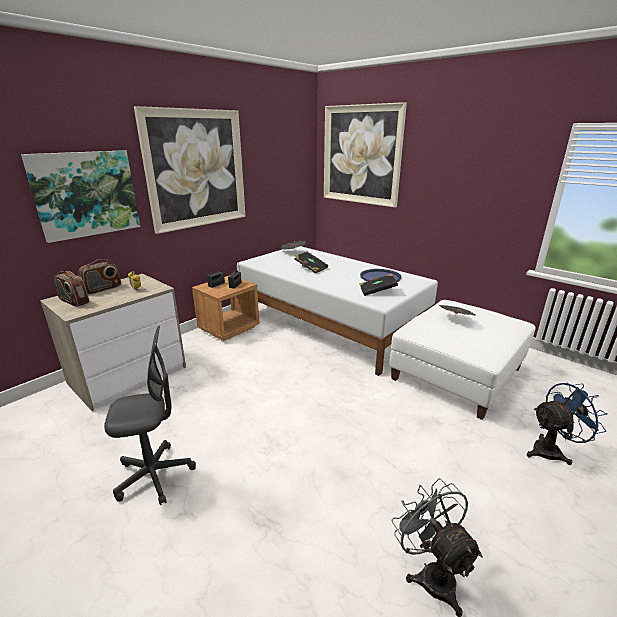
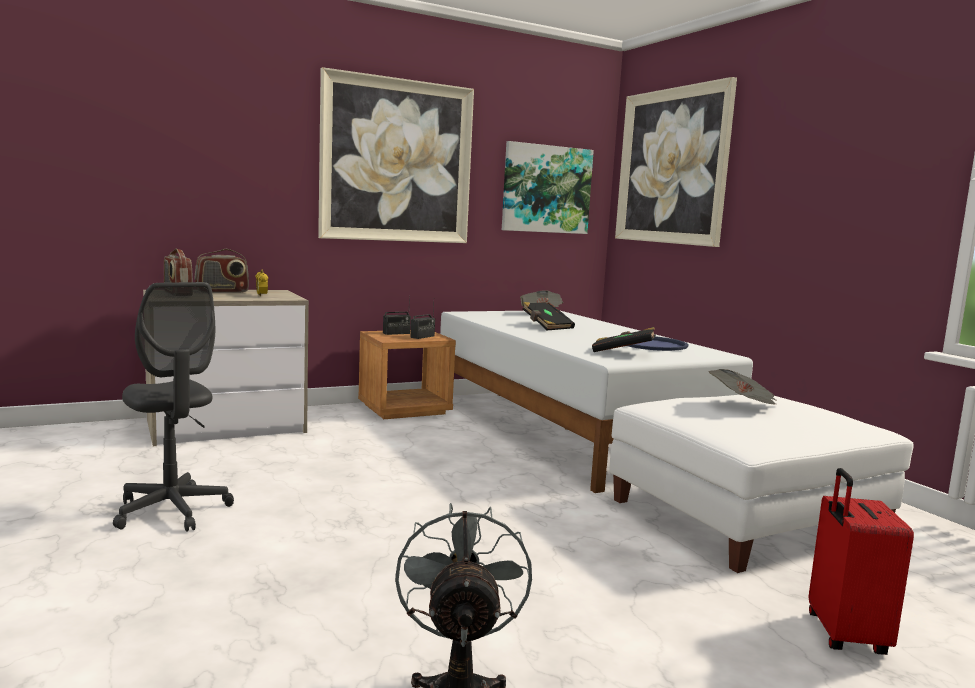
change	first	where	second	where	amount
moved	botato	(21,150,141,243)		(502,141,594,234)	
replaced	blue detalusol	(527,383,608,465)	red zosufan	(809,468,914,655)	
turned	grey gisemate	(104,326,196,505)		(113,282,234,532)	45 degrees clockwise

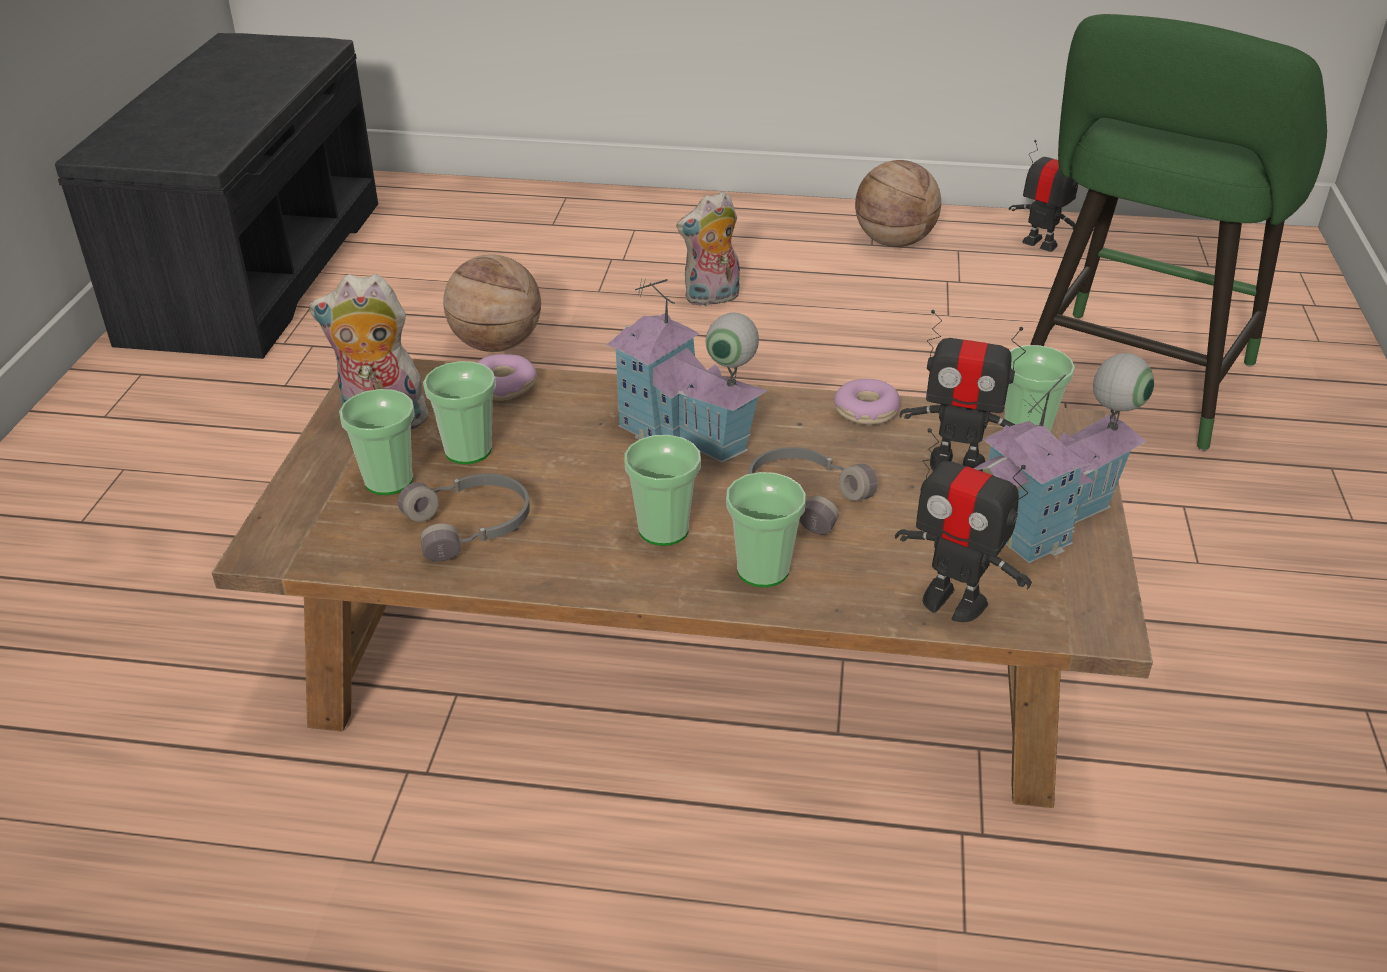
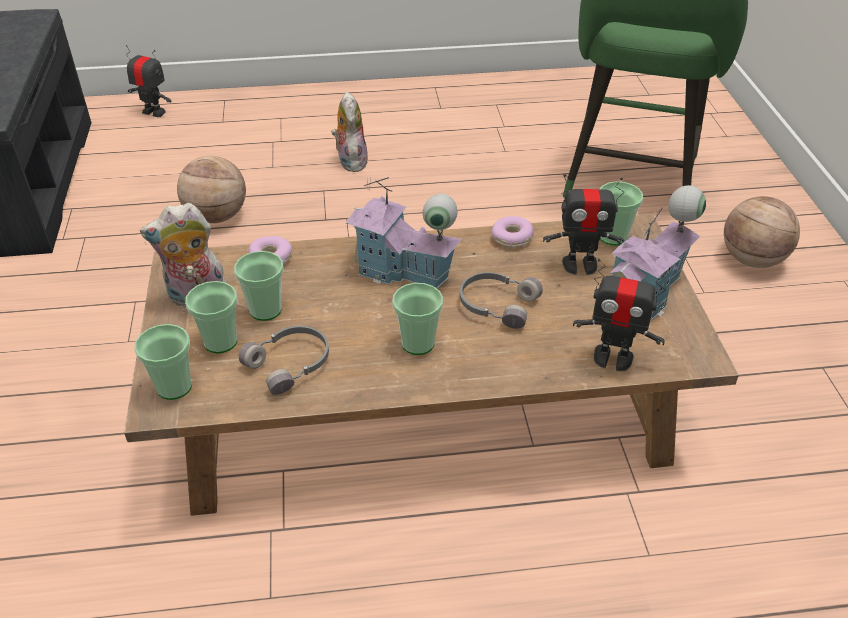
change	first	where	second	where	amount
moved	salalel	(726,472,806,587)		(134,324,192,400)	
moved	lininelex	(855,160,941,247)		(724,196,800,268)	
moved	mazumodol	(1009,140,1078,252)		(126,45,172,117)	
turned	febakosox	(676,191,740,306)		(332,91,368,172)	120 degrees clockwise

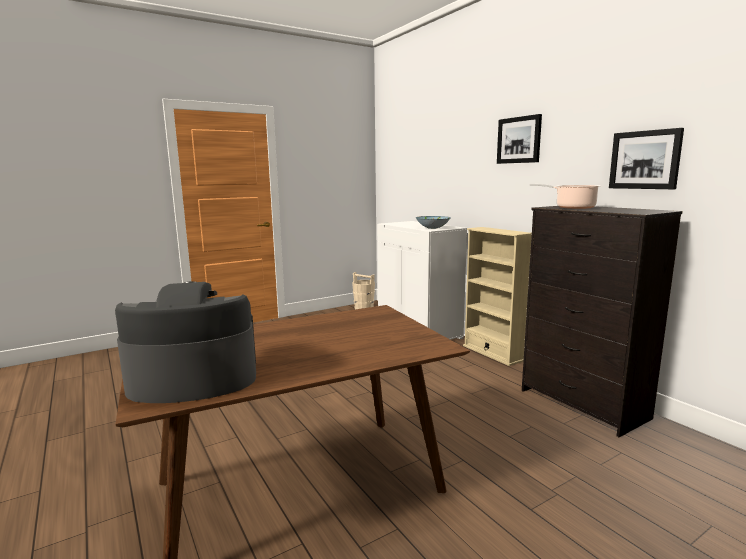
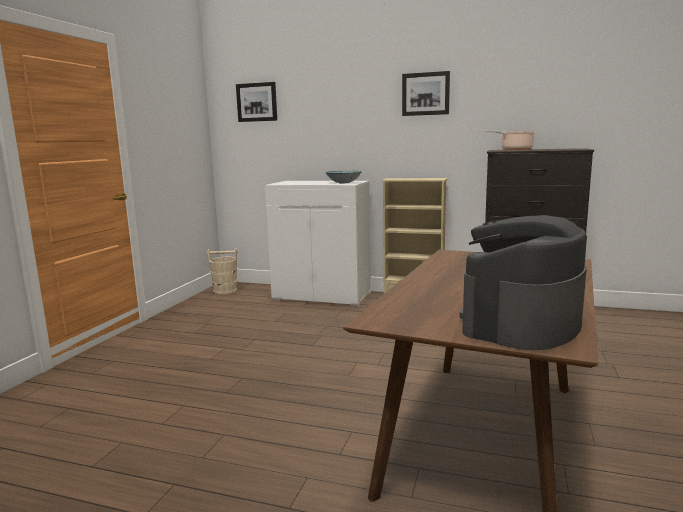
change	first	where	second	where	amount
moved	botato	(609,128,684,189)		(236,82,277,122)	

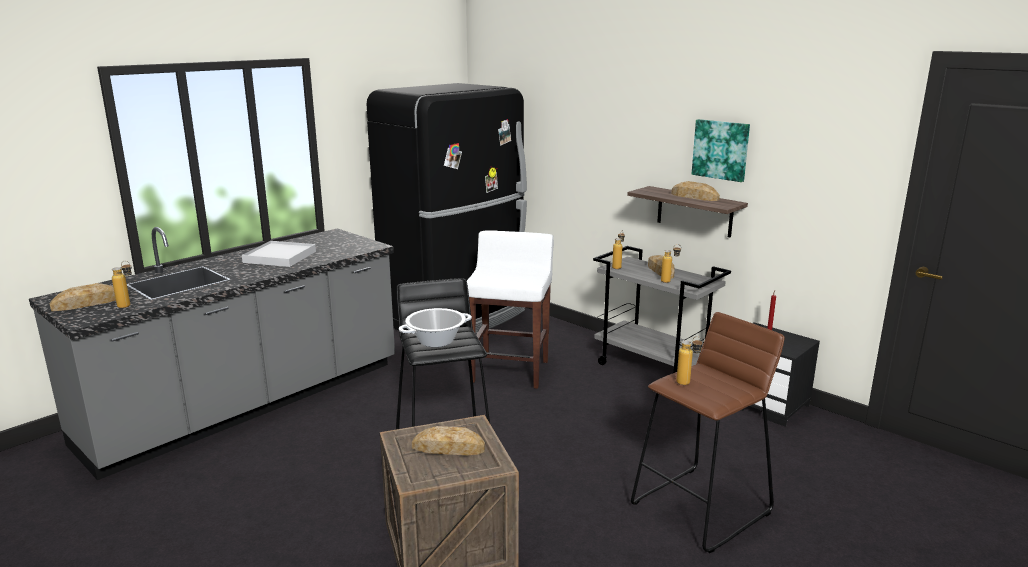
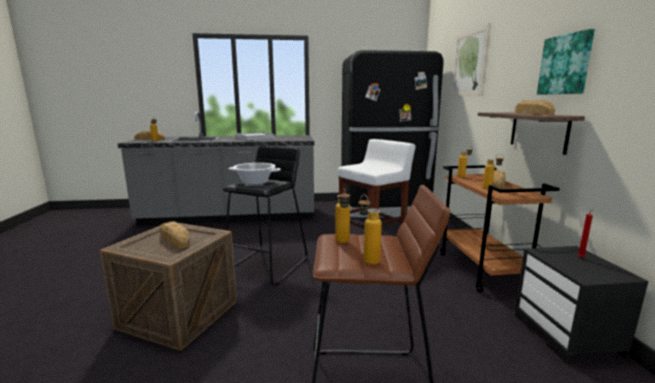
change	first	where	second	where	amount
added			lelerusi	(358,195,382,265)	
added			botato	(452,24,491,96)	
recoloured	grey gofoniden	(593,246,731,373)	brown gofoniden	(440,165,560,292)	

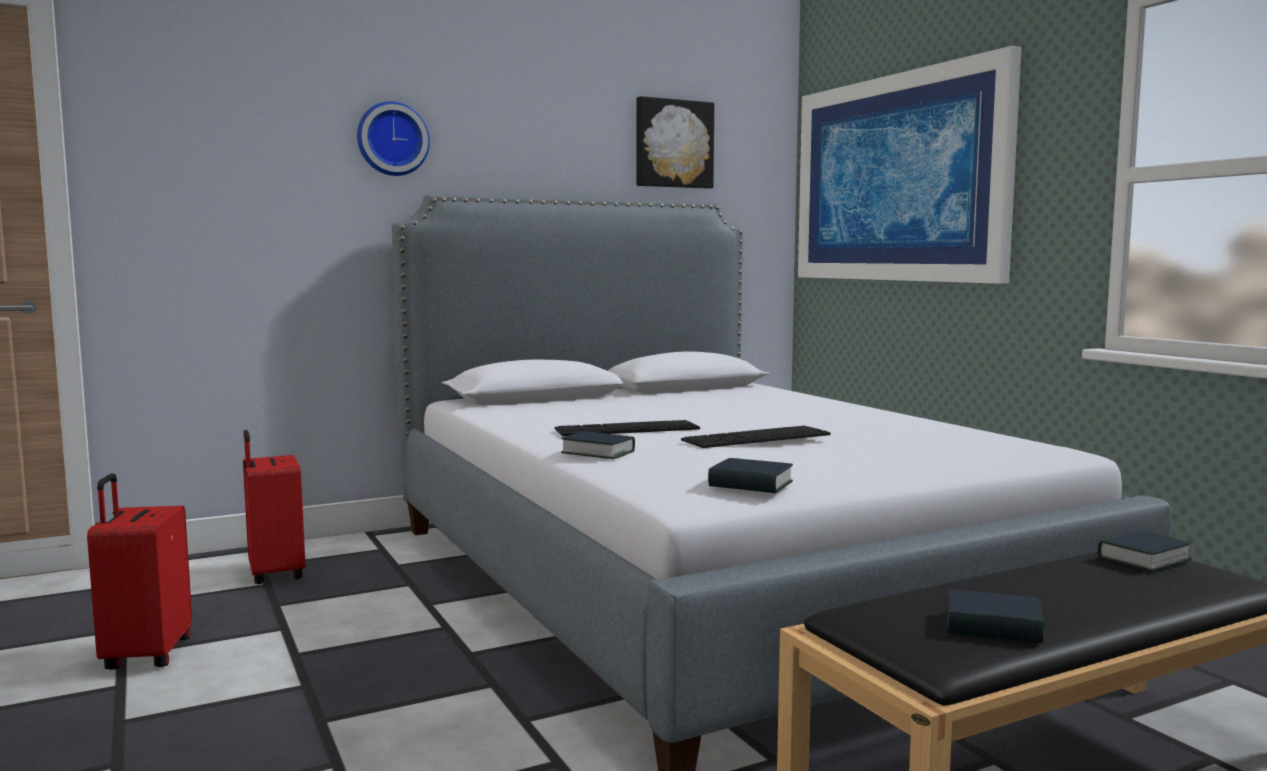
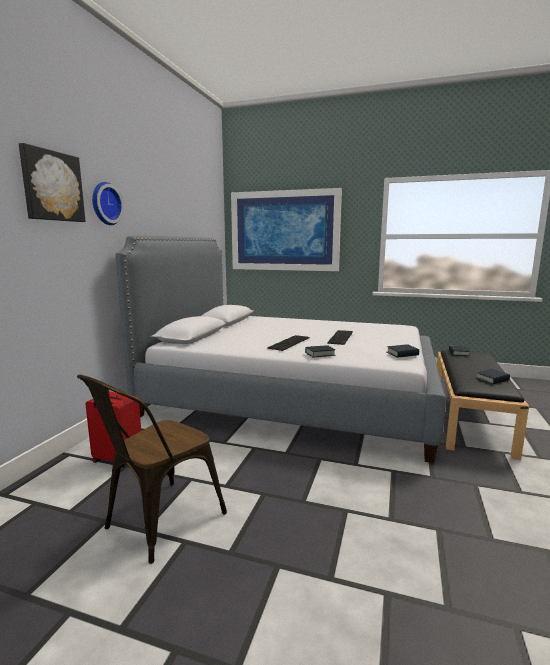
change	first	where	second	where	amount
moved	botato	(636,96,714,189)		(19,143,86,222)	
replaced	red zosufan	(87,473,192,670)	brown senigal	(77,374,227,564)	

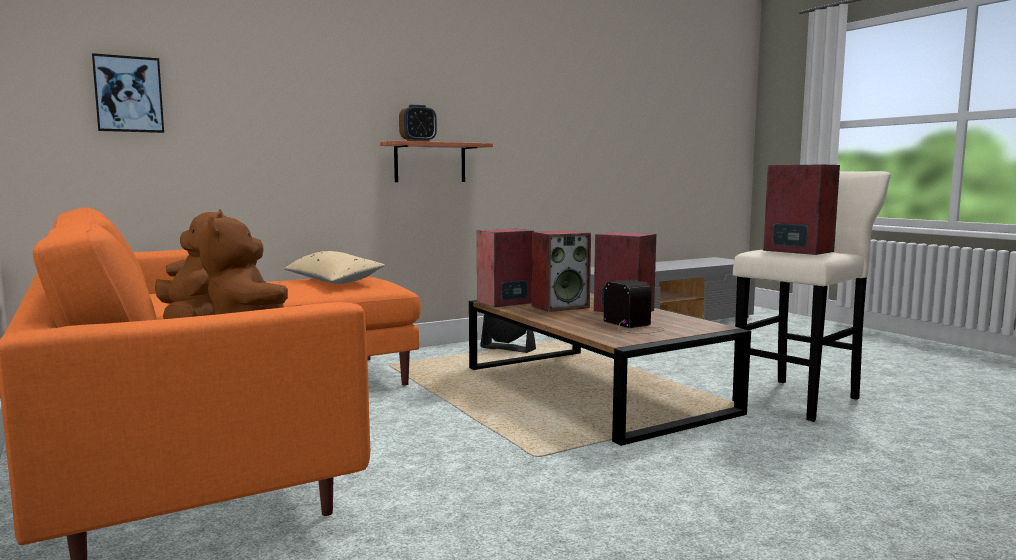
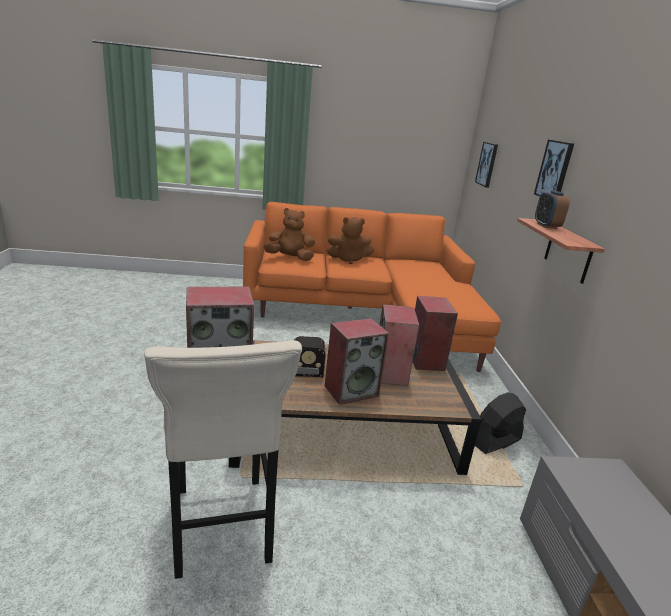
change	first	where	second	where	amount
removed	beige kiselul	(284,251,385,284)			
added			botato	(534,139,574,197)	

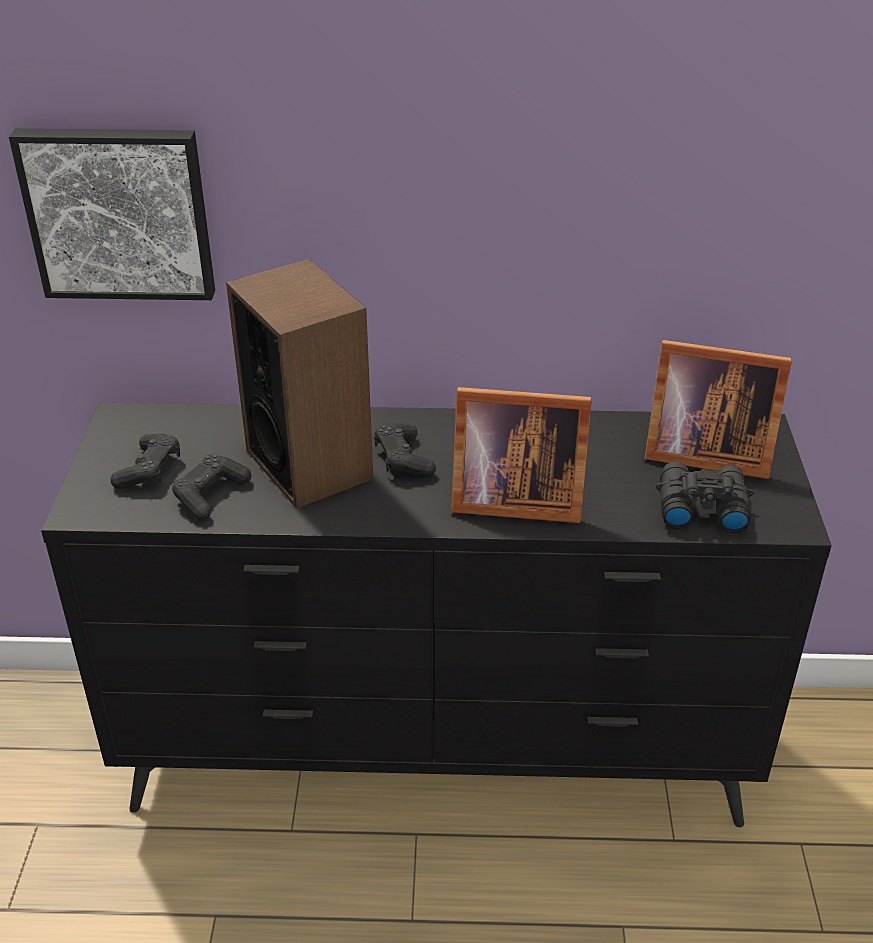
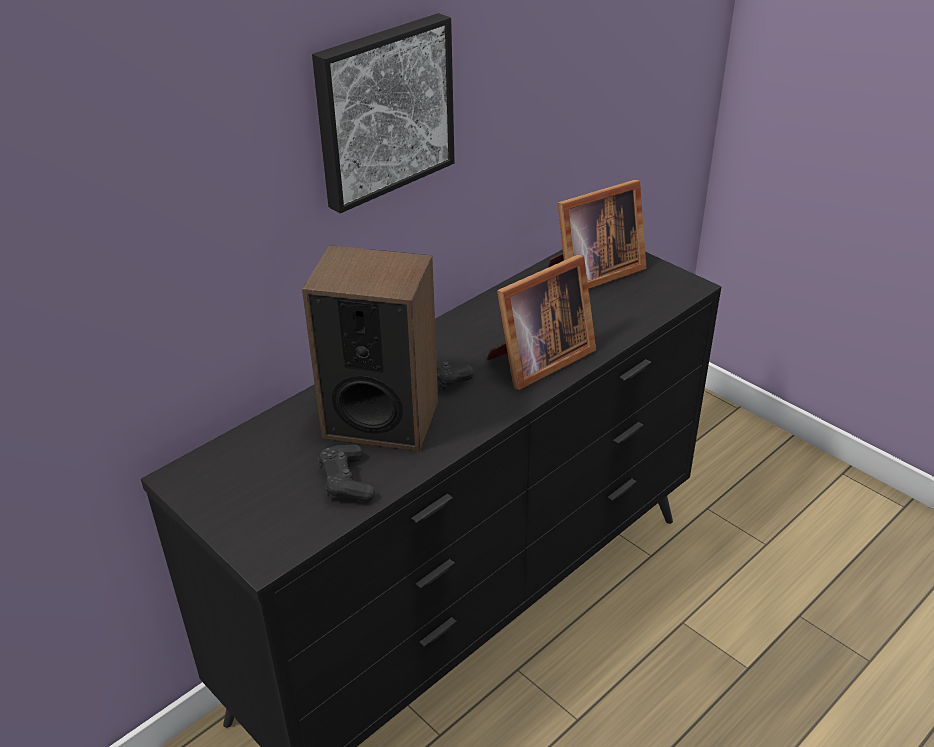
change	first	where	second	where	amount
removed	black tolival	(110,434,180,489)			
removed	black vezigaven	(656,462,754,533)			
moved	botato	(9,128,215,300)		(312,13,455,213)	

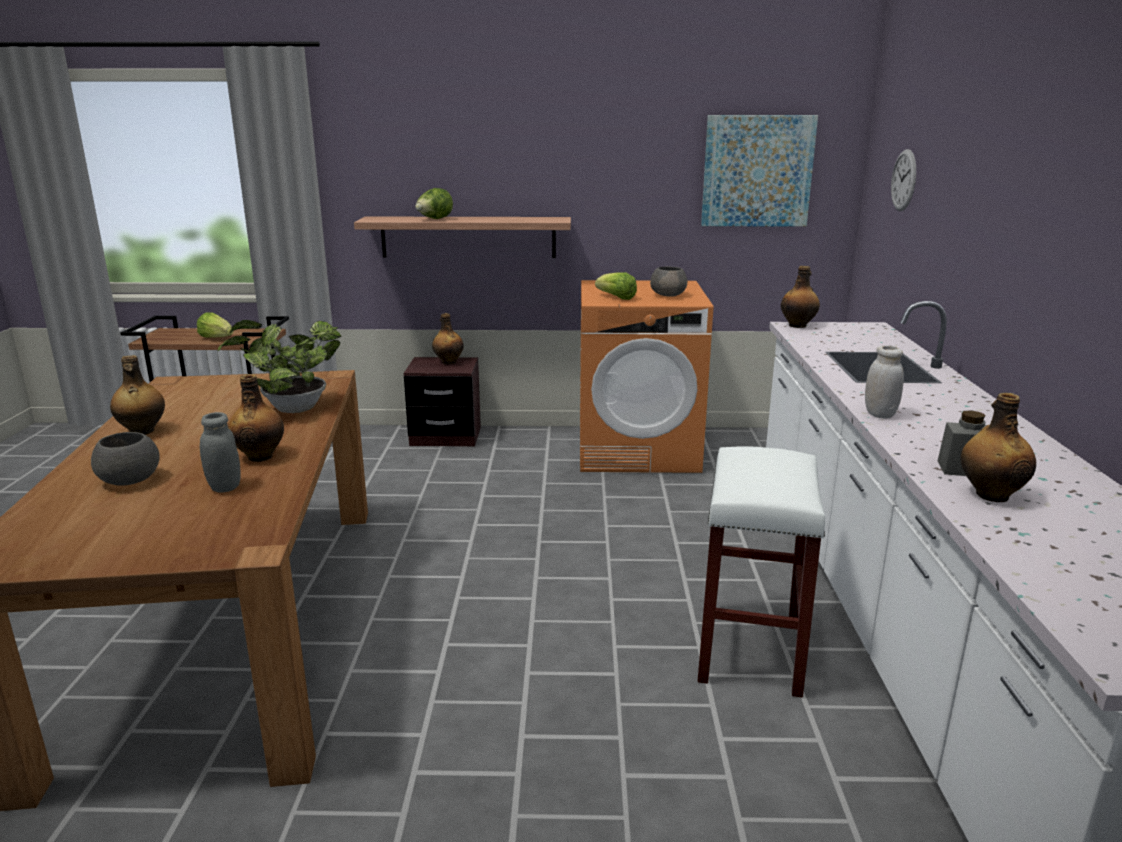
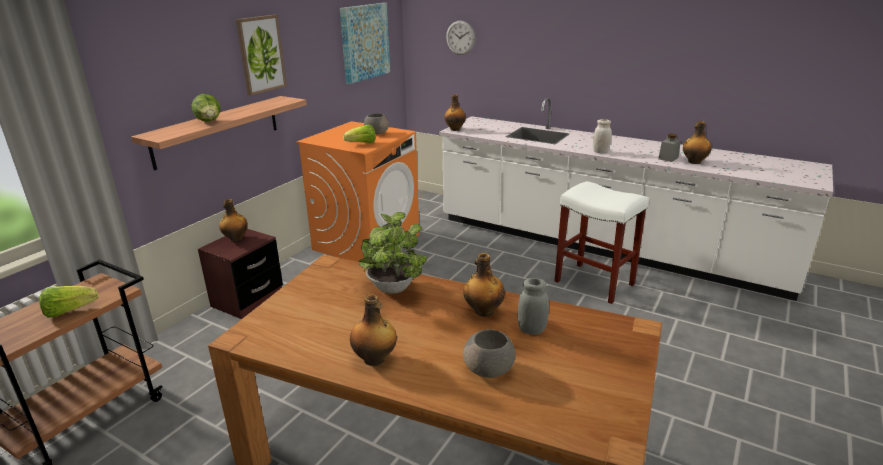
change	first	where	second	where	amount
added			botato	(236,15,287,96)	

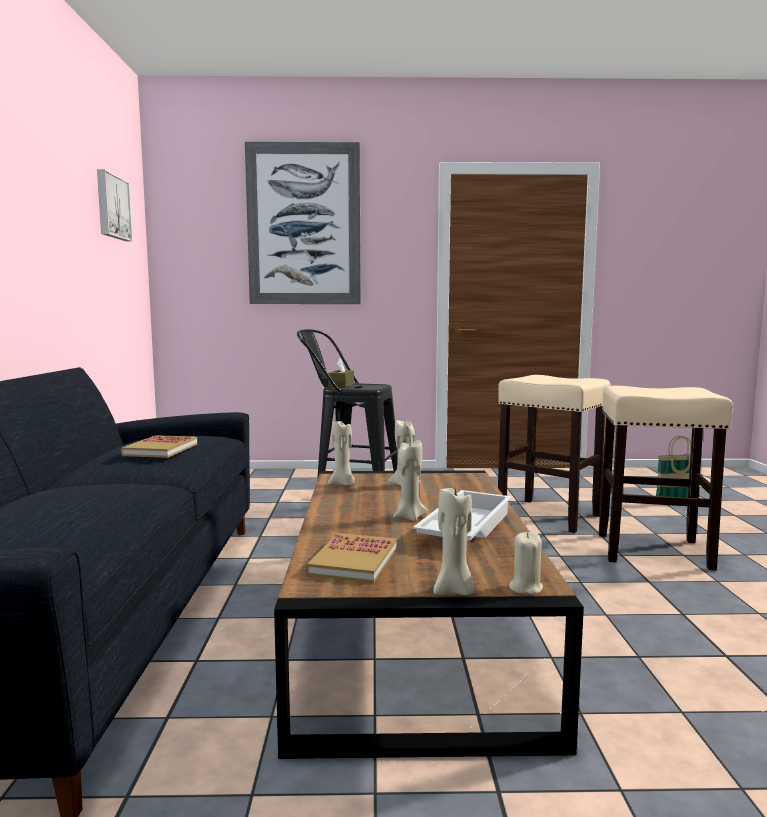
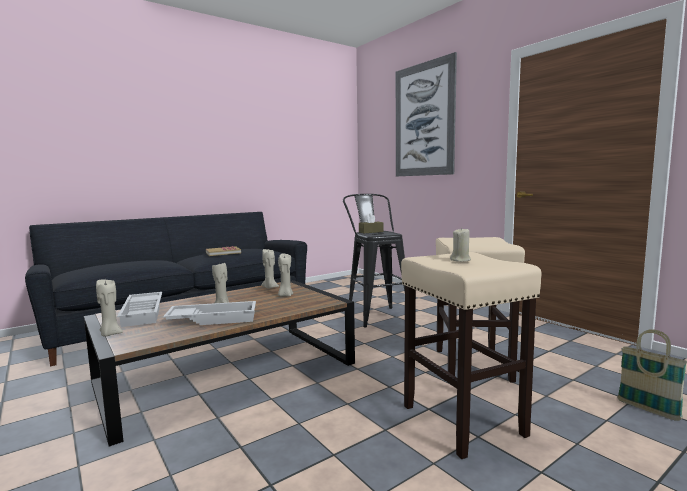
change	first	where	second	where	amount
removed	botato	(97,169,132,241)			
moved	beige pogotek	(509,532,543,595)		(450,227,471,262)	
replaced	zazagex	(306,533,397,583)	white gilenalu	(117,292,162,327)	

